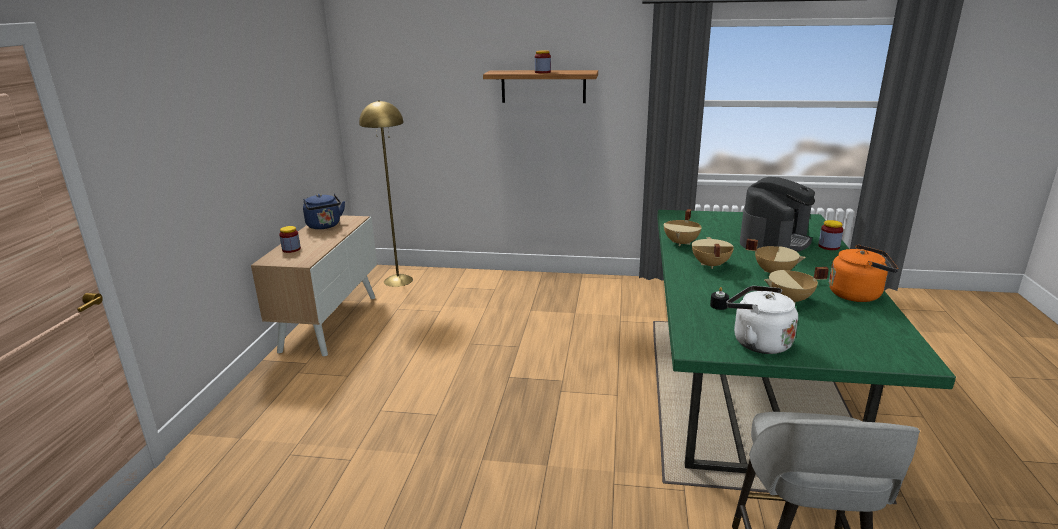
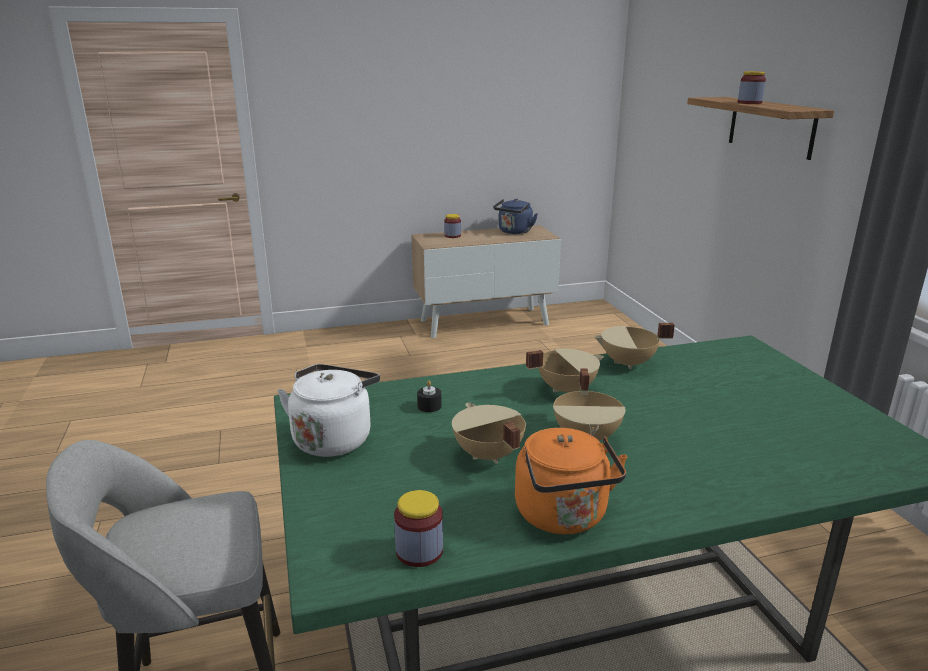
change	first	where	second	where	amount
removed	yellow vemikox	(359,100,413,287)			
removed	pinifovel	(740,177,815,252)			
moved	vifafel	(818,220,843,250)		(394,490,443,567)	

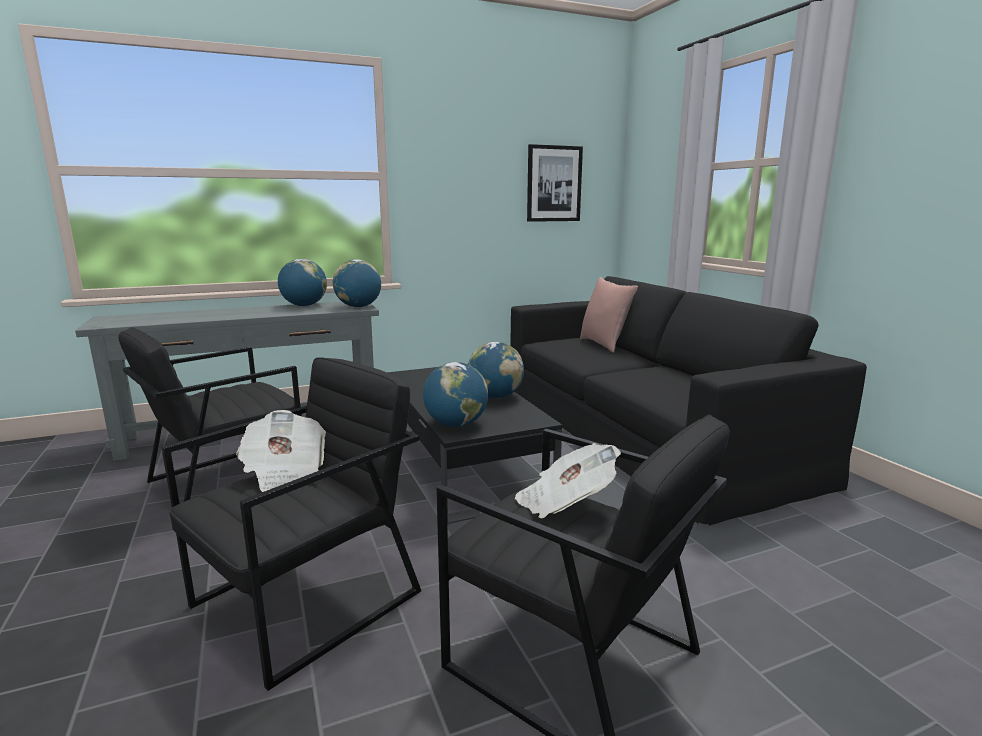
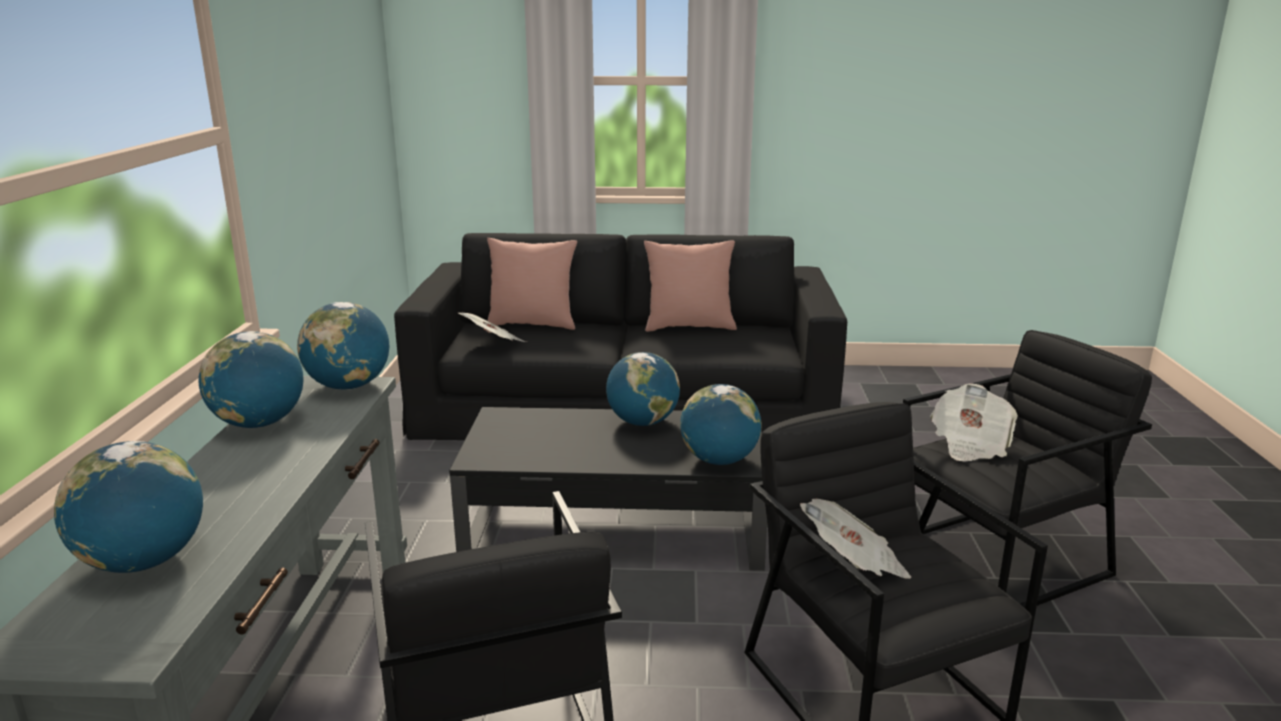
change	first	where	second	where	amount
removed	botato	(527,144,583,222)			
added			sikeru	(54,441,203,573)	
added			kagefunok	(459,313,526,342)	
added			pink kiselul	(644,241,737,332)	

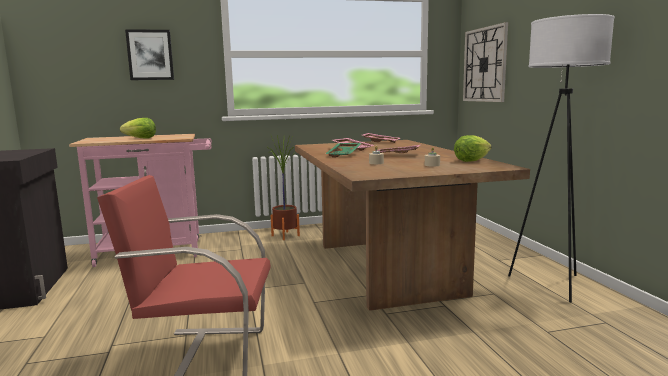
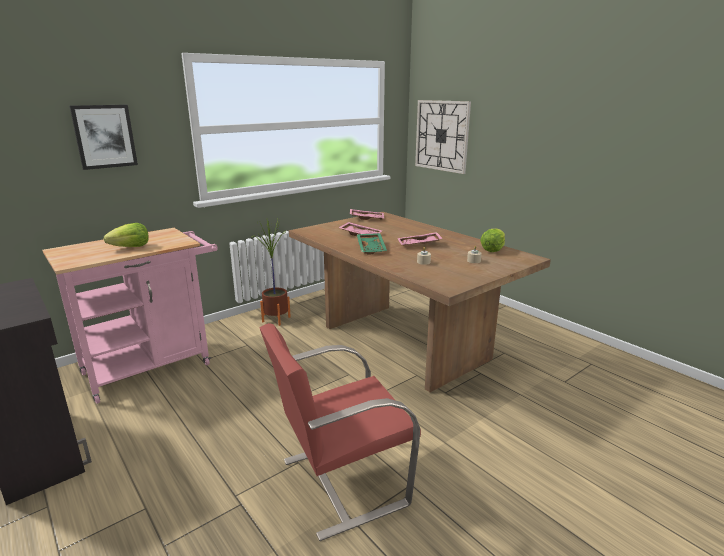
change	first	where	second	where	amount
removed	white vemikox	(508,14,615,302)			

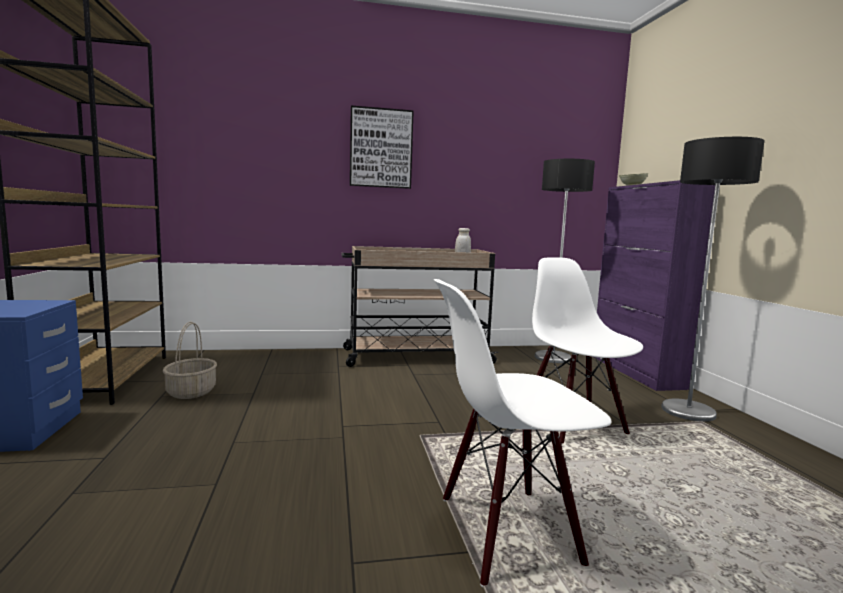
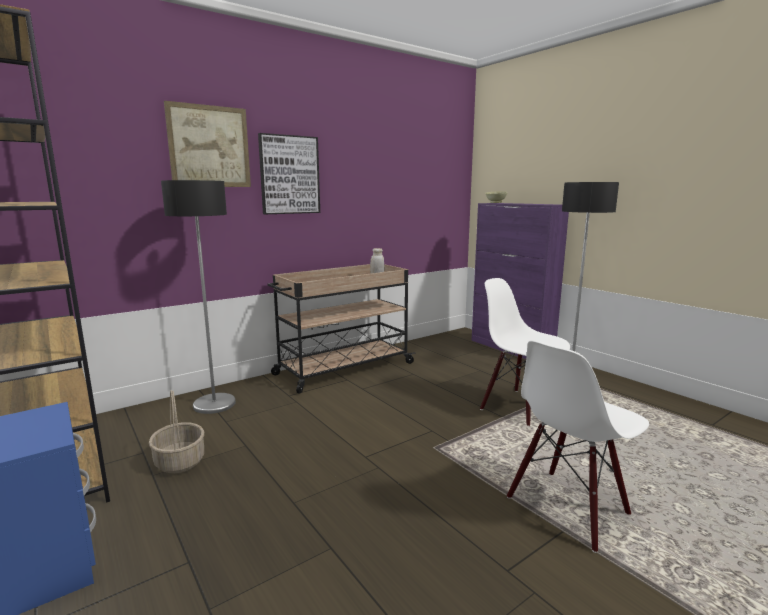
change	first	where	second	where	amount
added			botato	(164,101,251,187)	
moved	vemikox	(535,159,595,363)		(161,180,236,414)	

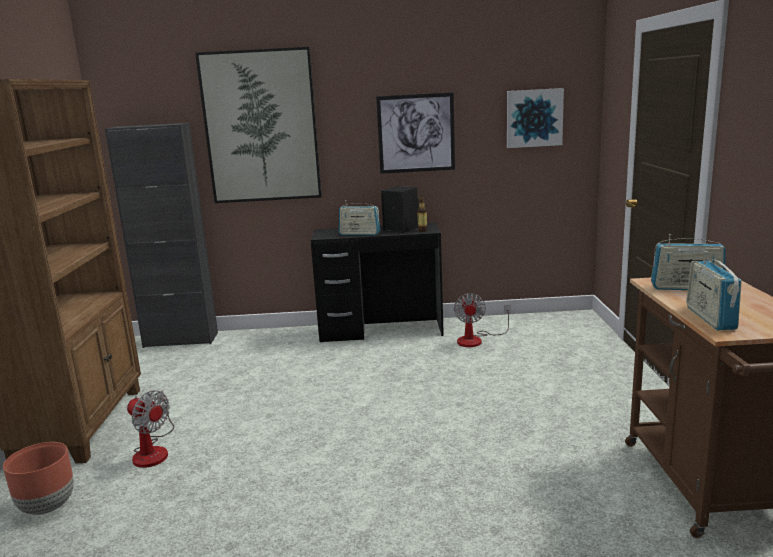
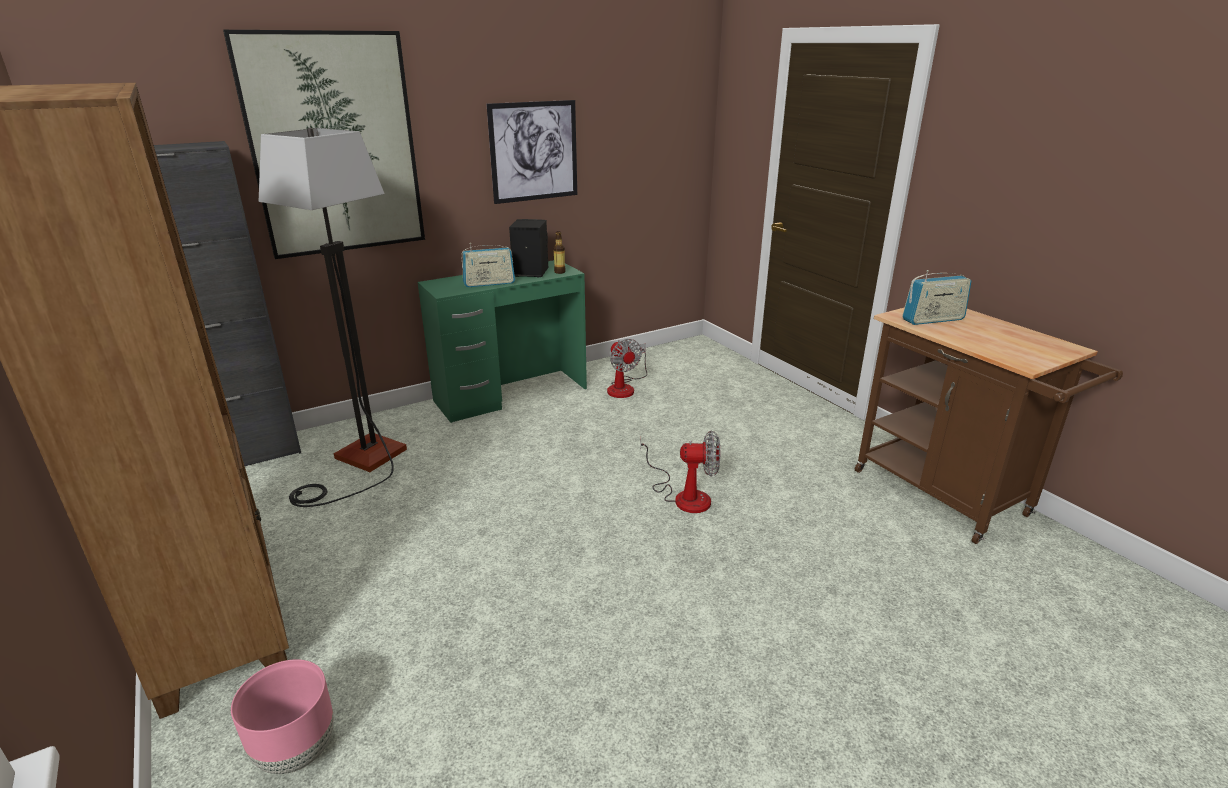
change	first	where	second	where	amount
removed	botato	(507,88,564,148)			
removed	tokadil	(686,251,742,330)			
added			vemikox	(259,128,407,507)	
moved	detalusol	(127,390,174,468)		(640,431,720,513)	
recoloured	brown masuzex	(3,442,74,515)	pink masuzex	(231,659,334,774)	
recoloured	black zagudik	(311,223,444,342)	green zagudik	(418,260,587,423)	

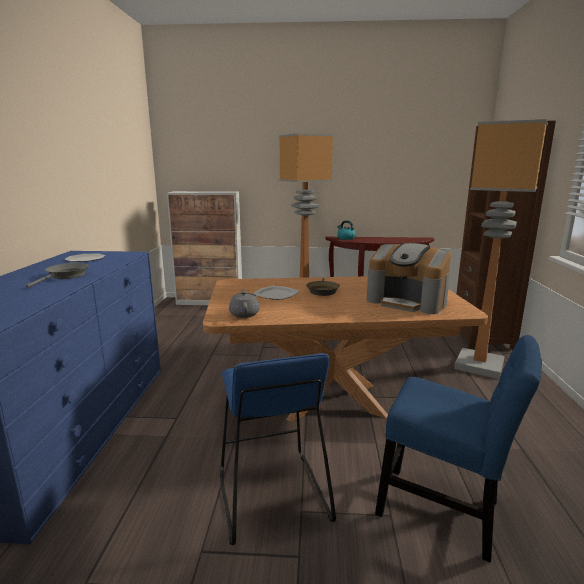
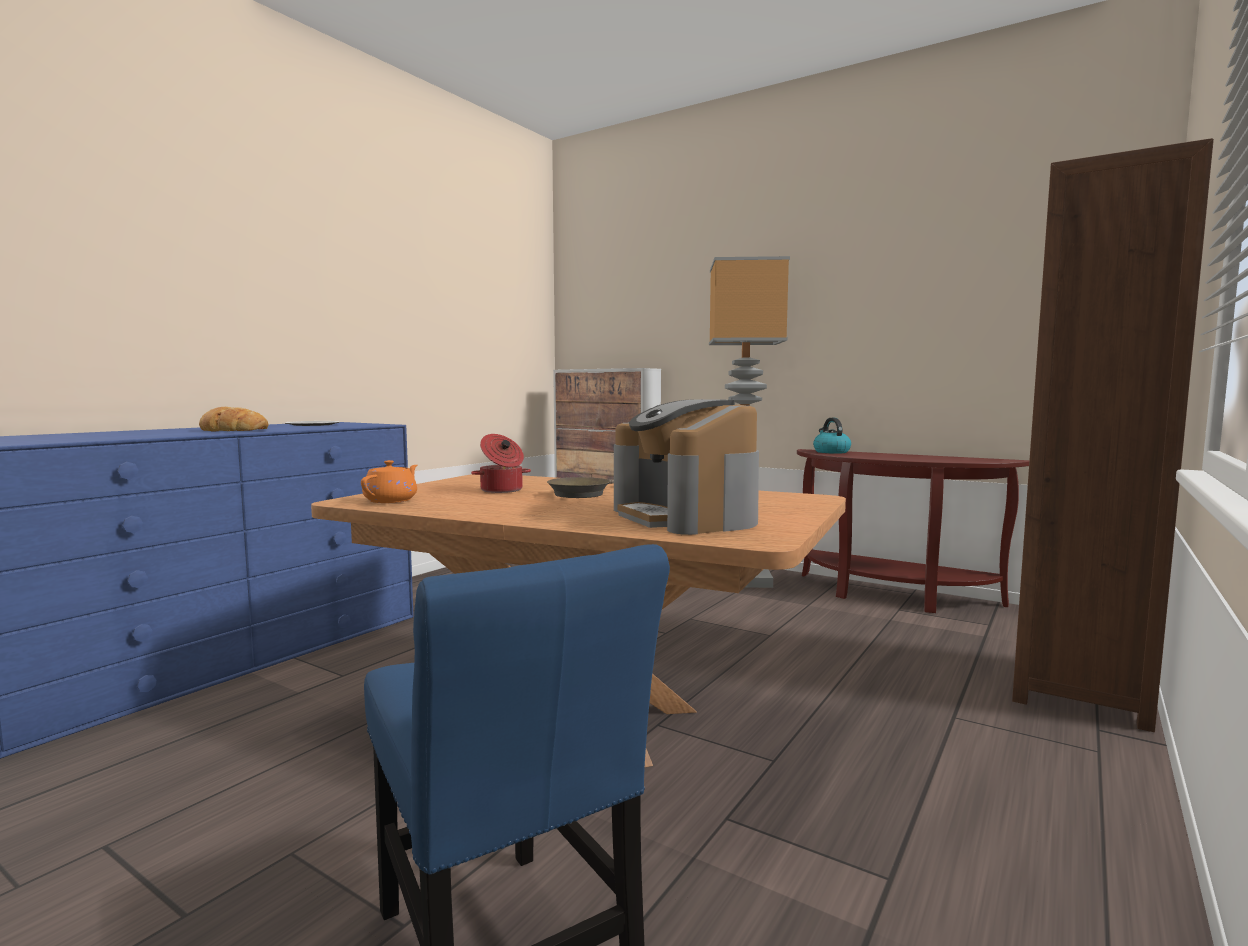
change	first	where	second	where	amount
removed	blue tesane	(220,353,336,545)			
removed	vemikox	(454,119,548,379)			
replaced	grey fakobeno	(26,263,89,288)	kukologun	(199,407,268,432)	
replaced	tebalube	(253,286,299,300)	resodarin	(471,434,531,493)	
recoloured	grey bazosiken	(229,289,260,318)	orange bazosiken	(361,460,417,503)	

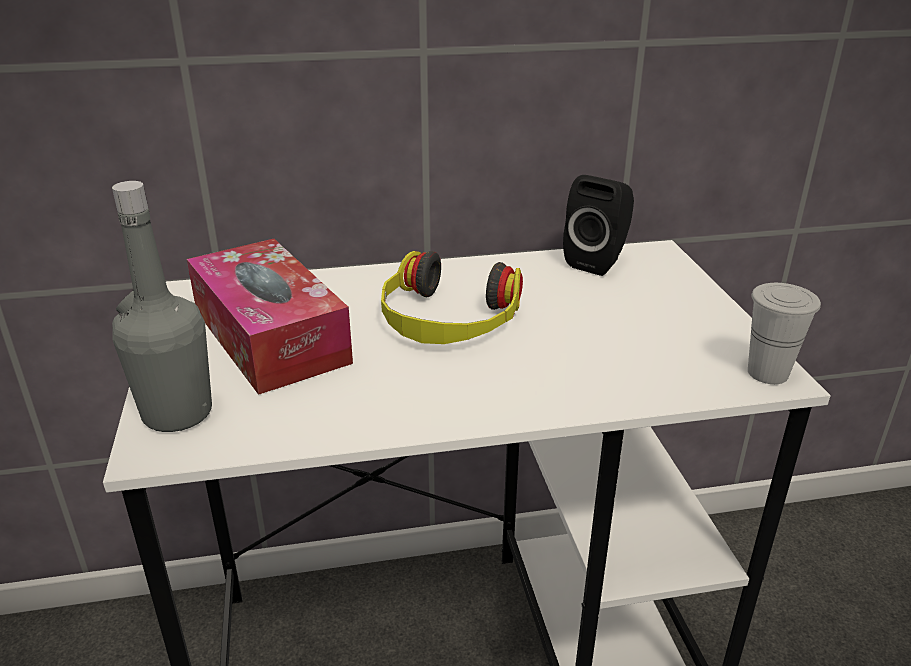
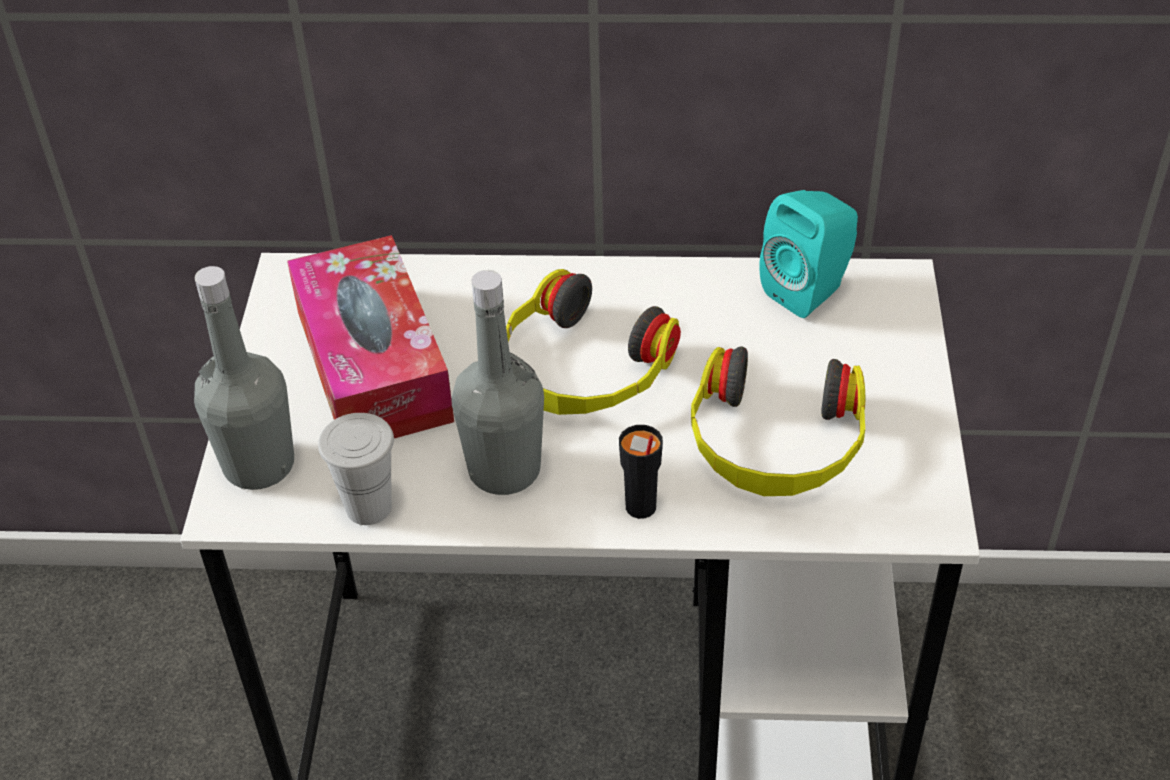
change	first	where	second	where	amount
added			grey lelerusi	(451,270,544,495)	
added			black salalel	(619,425,663,519)	
added			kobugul	(691,347,865,496)	
moved	white salalel	(748,283,821,384)		(318,413,394,525)	
recoloured	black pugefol	(563,175,634,276)	turquoise pugefol	(759,190,858,318)	

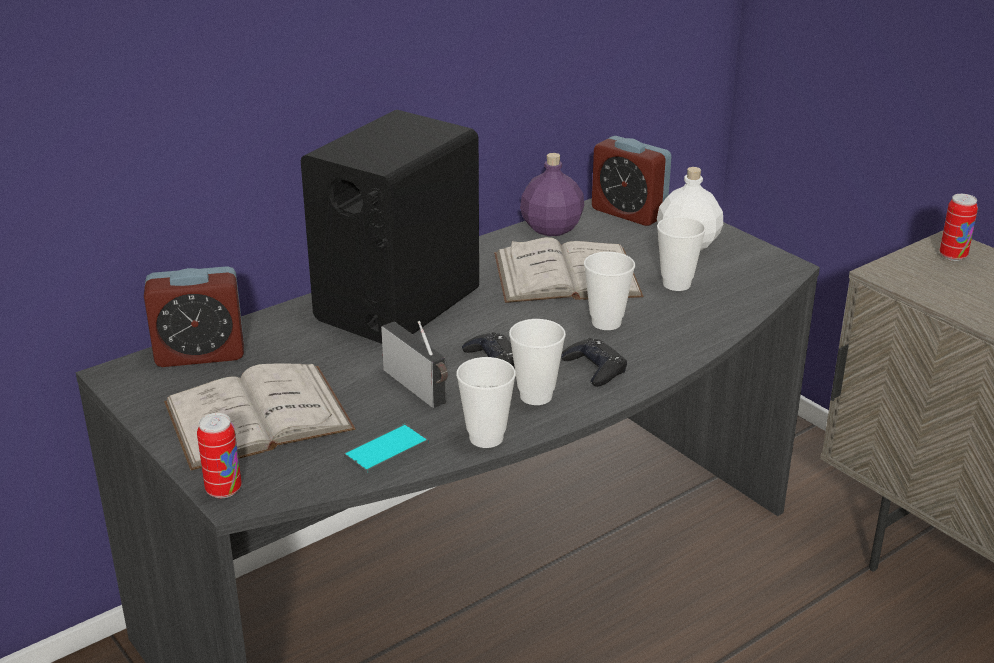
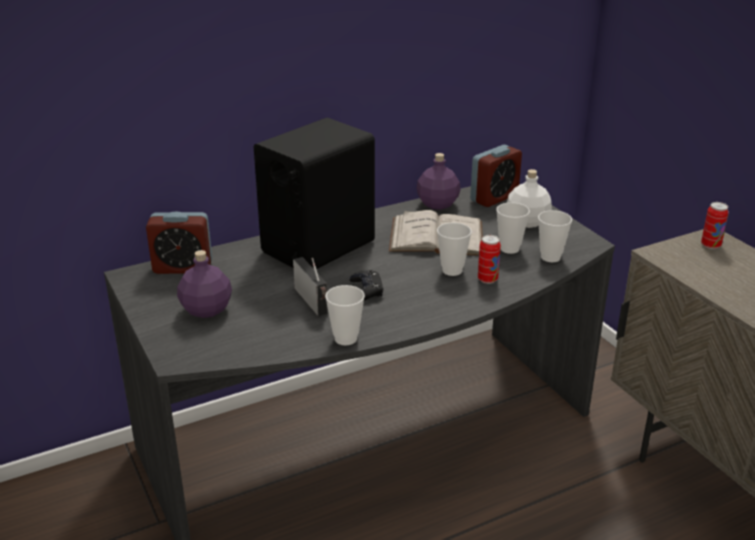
change	first	where	second	where	amount
removed	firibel	(344,424,429,473)			
removed	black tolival	(561,338,627,387)			
moved	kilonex	(197,413,242,498)		(478,235,501,284)	
moved	salalel	(509,319,566,405)		(538,210,572,262)	
replaced	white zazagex	(164,363,356,471)	purple lelerusi	(177,250,232,318)	
turned	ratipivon	(592,136,672,226)		(470,145,522,207)	90 degrees counterclockwise

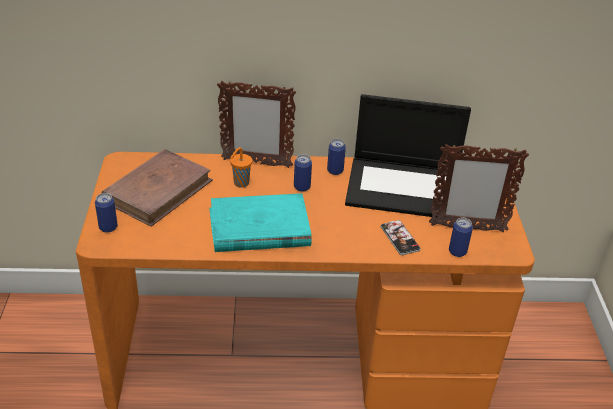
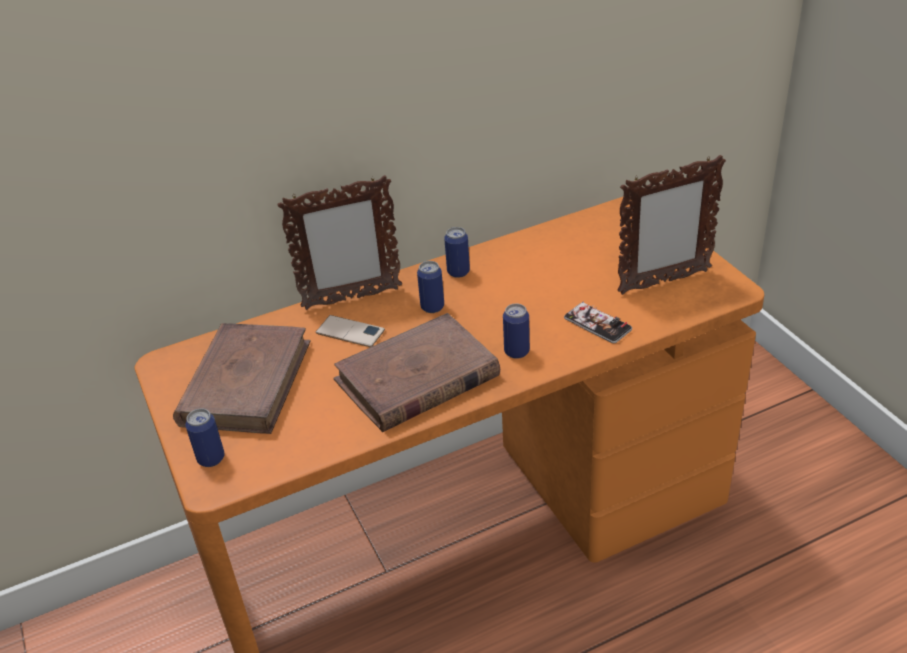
change	first	where	second	where	amount
removed	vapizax	(345,94,471,218)			
moved	kilonex	(449,217,473,257)		(503,304,530,359)	
replaced	orange salalel	(230,147,252,188)	firibel	(316,315,385,347)	
recoloured	turquoise zazagex	(209,193,312,252)	brown zazagex	(334,313,500,432)	

